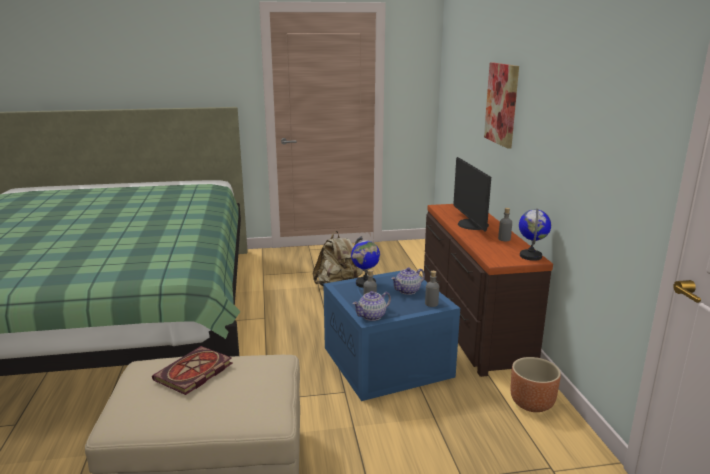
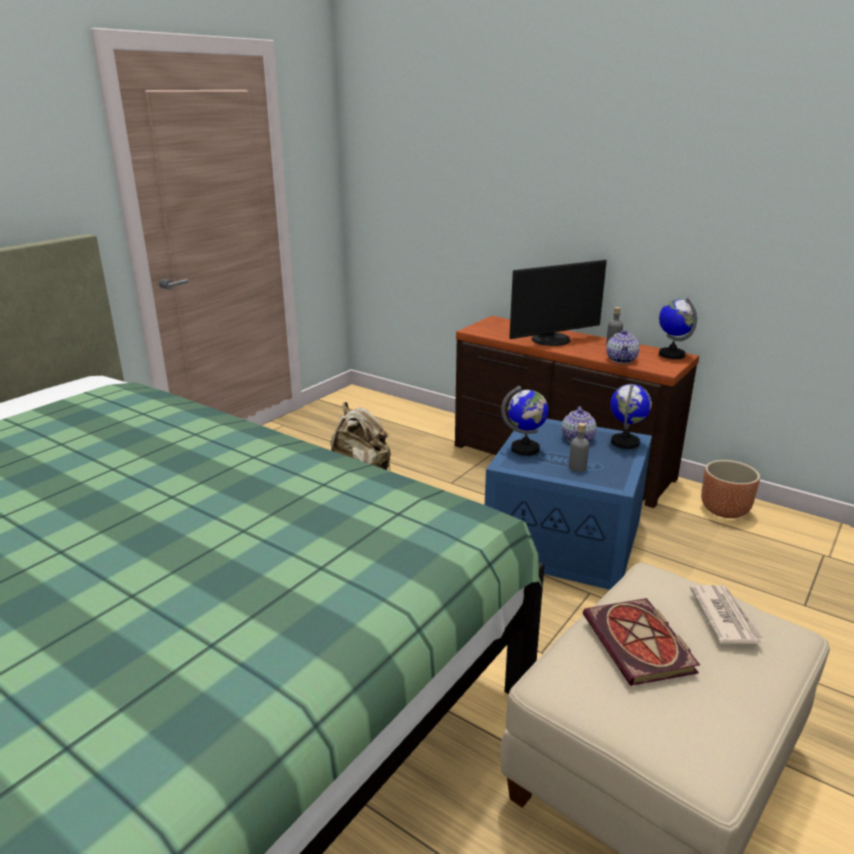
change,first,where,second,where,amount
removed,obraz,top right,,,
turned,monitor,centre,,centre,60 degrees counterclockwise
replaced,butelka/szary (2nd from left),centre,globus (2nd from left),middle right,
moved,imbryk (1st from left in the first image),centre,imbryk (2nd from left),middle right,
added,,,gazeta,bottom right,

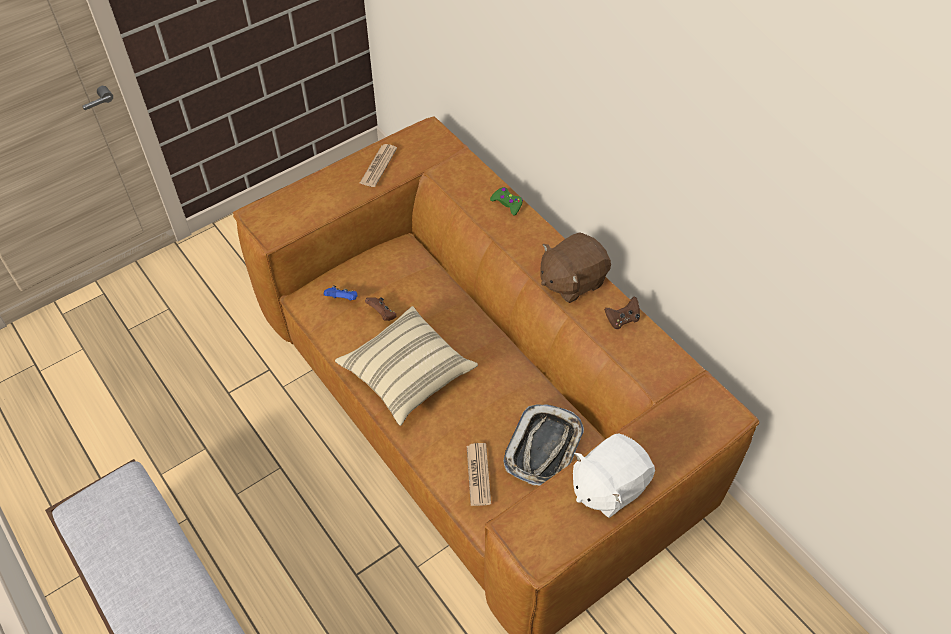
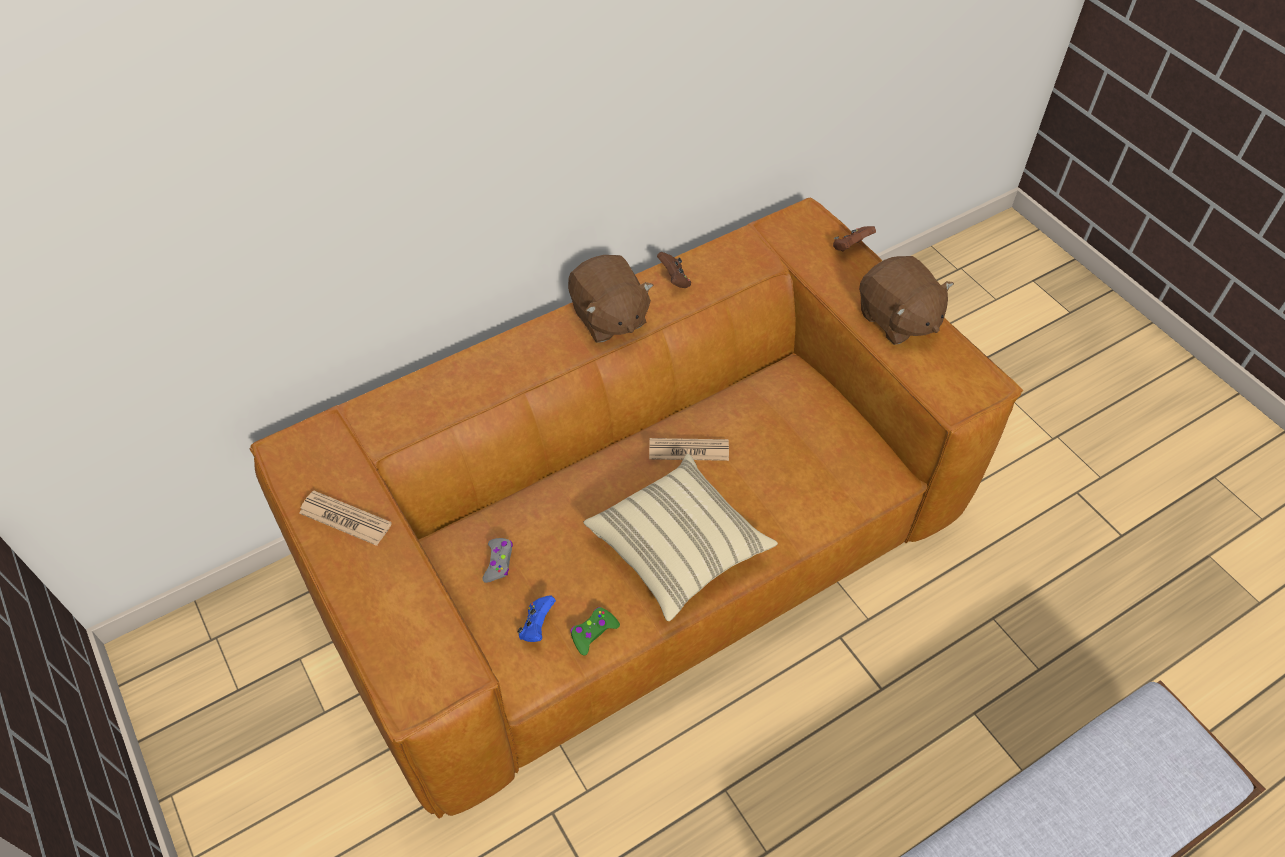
change,first,where,second,where,amount
moved,pad do gier/zielony,top centre,,bottom centre,
moved,pad do gier/brązowy (1st from left in the first image),centre,pad do gier/brązowy (2nd from left),top centre,
removed,taca,bottom centre,,,
recoloured,pluszak/biały,bottom centre,pluszak/brązowy (2nd from left),middle right,
moved,gazeta (2nd from left),bottom centre,,centre,
added,,,pad do gier/szary,centre,

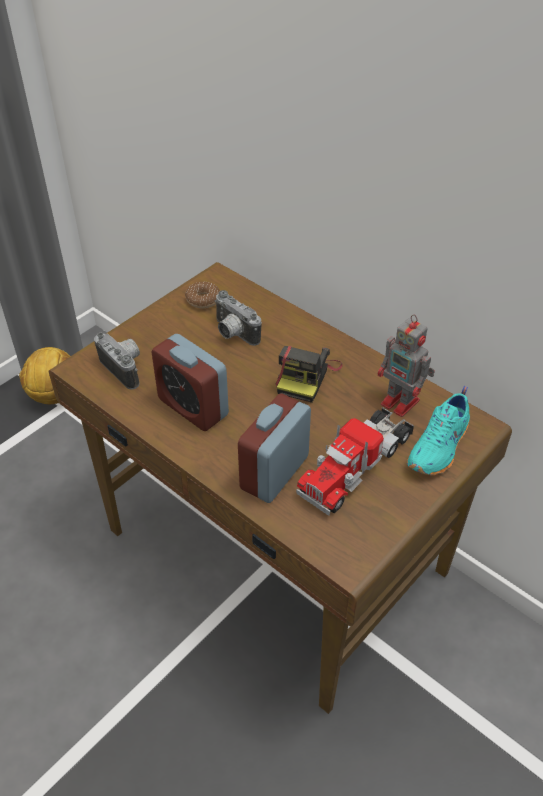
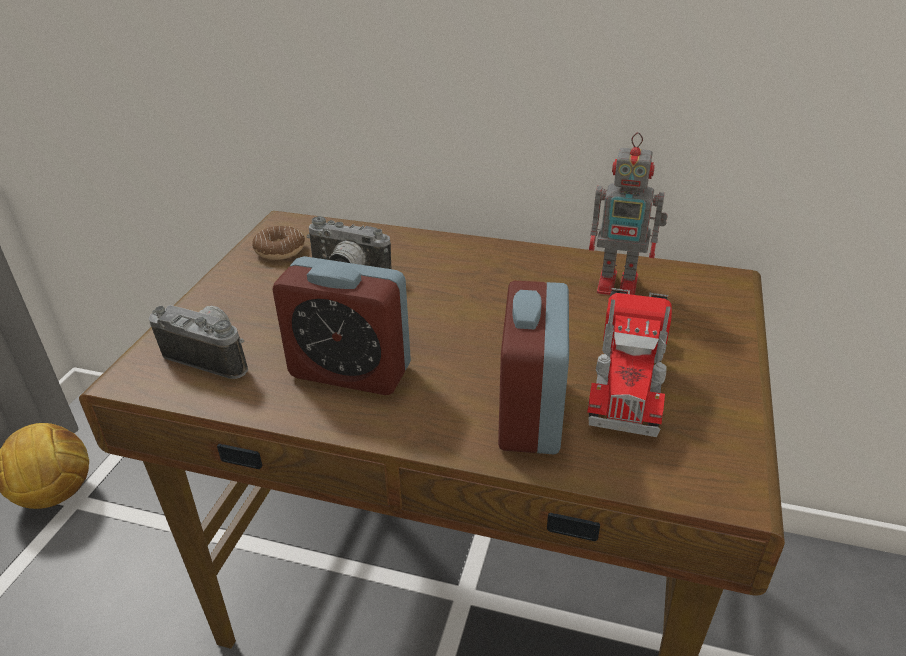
change,first,where,second,where,amount
removed,aparat fotograficzny (3rd from left),centre,,,
removed,but/turkusowy,middle right,,,

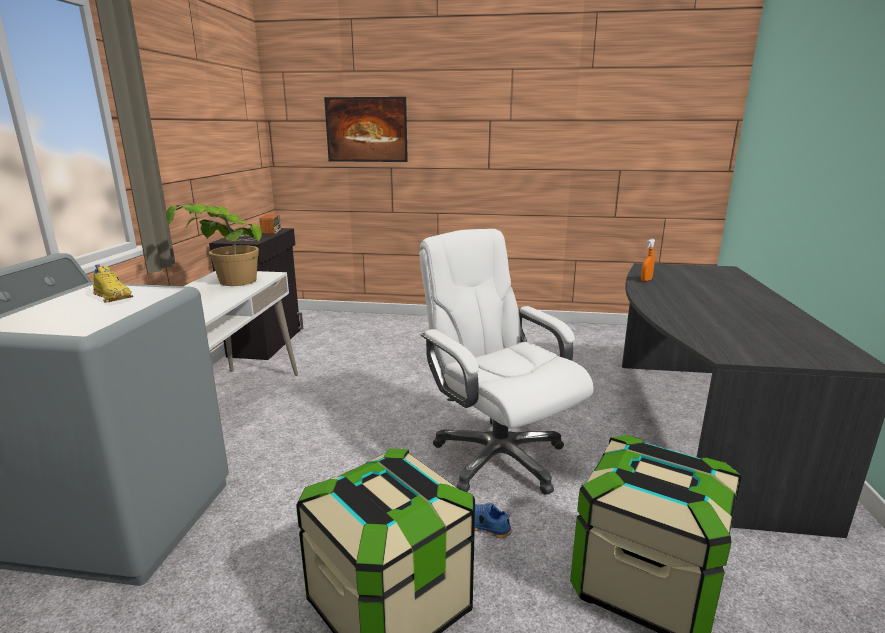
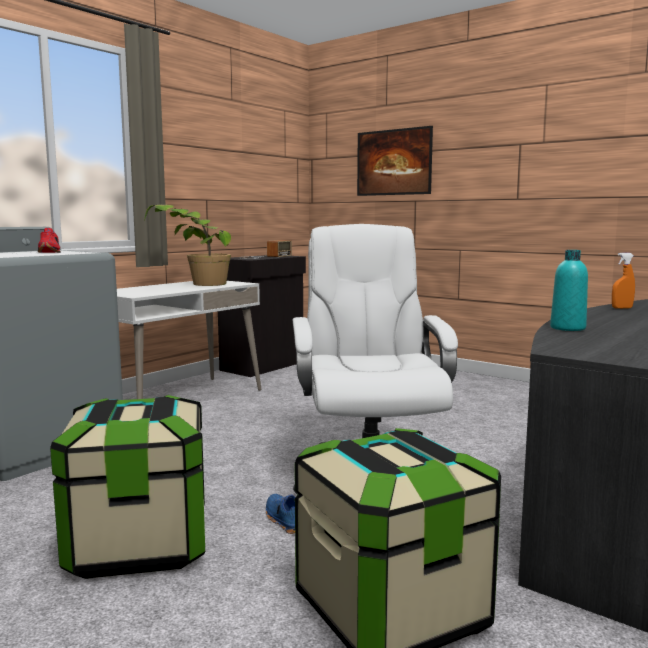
change,first,where,second,where,amount
recoloured,but/żółty,middle left,but/czerwony,middle left,
added,,,butelka/turkusowy,middle right,

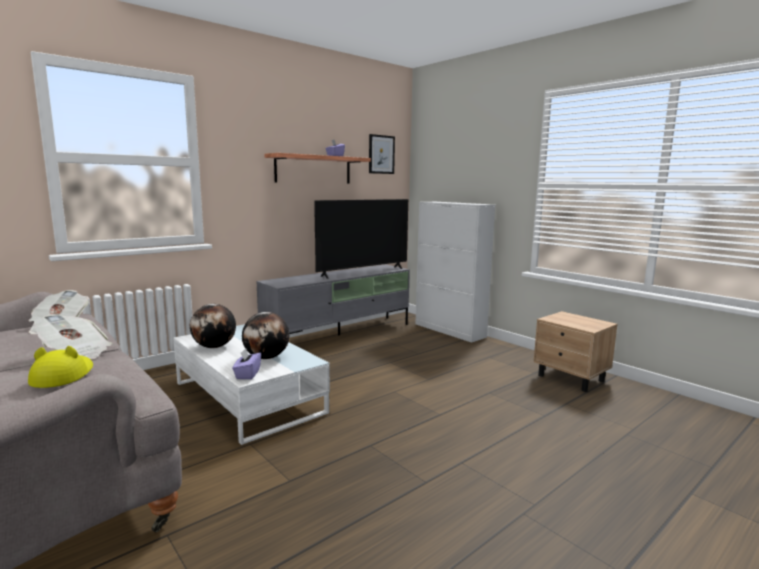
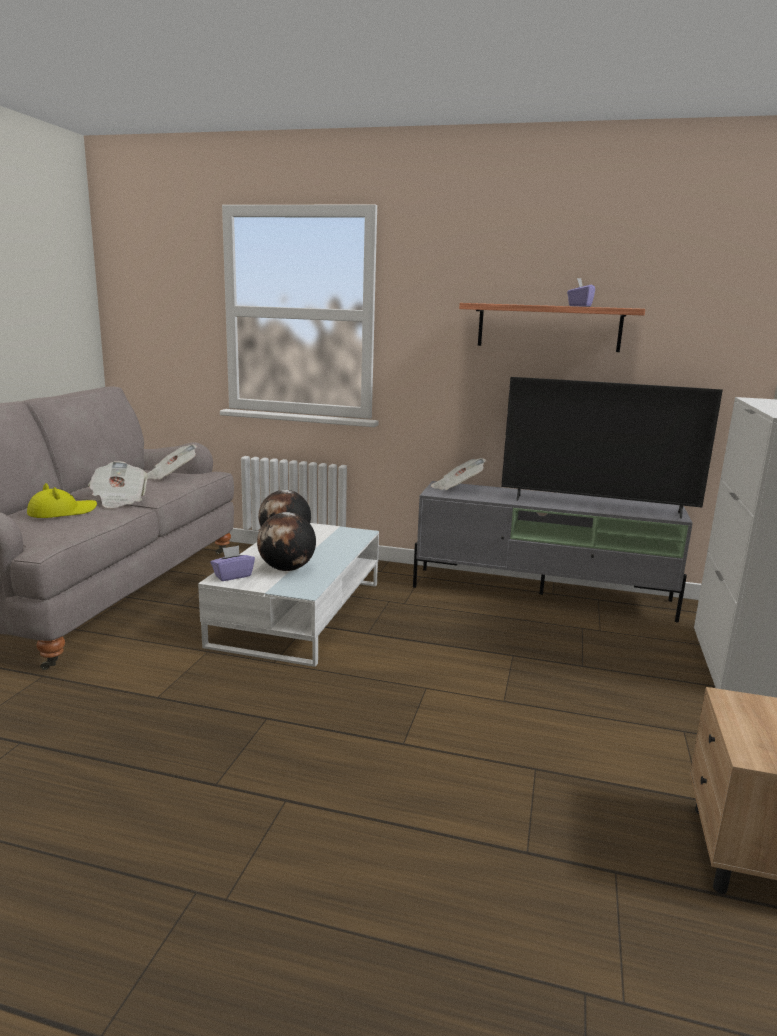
change,first,where,second,where,amount
removed,obraz,top centre,,,
added,,,gazeta (3rd from left),centre,

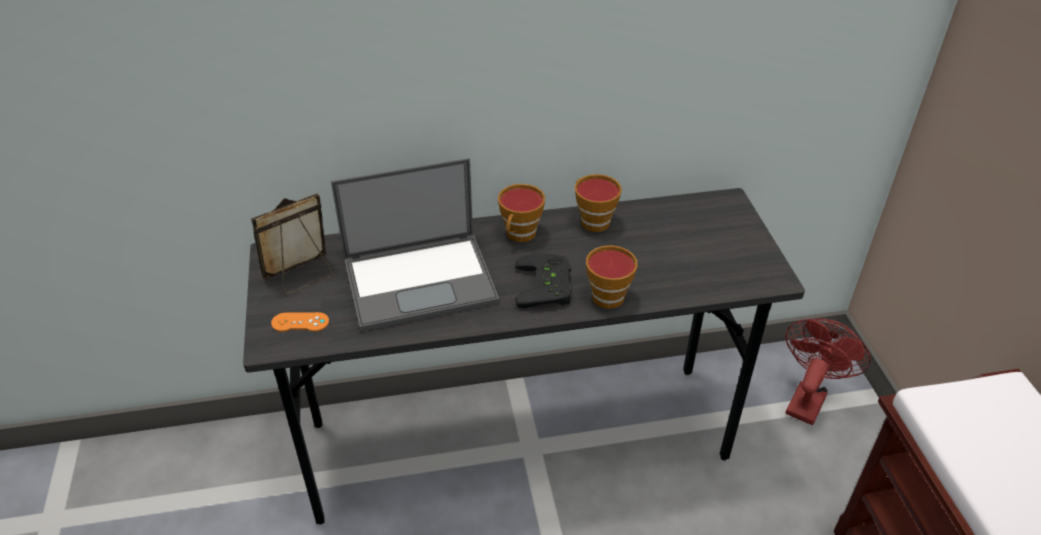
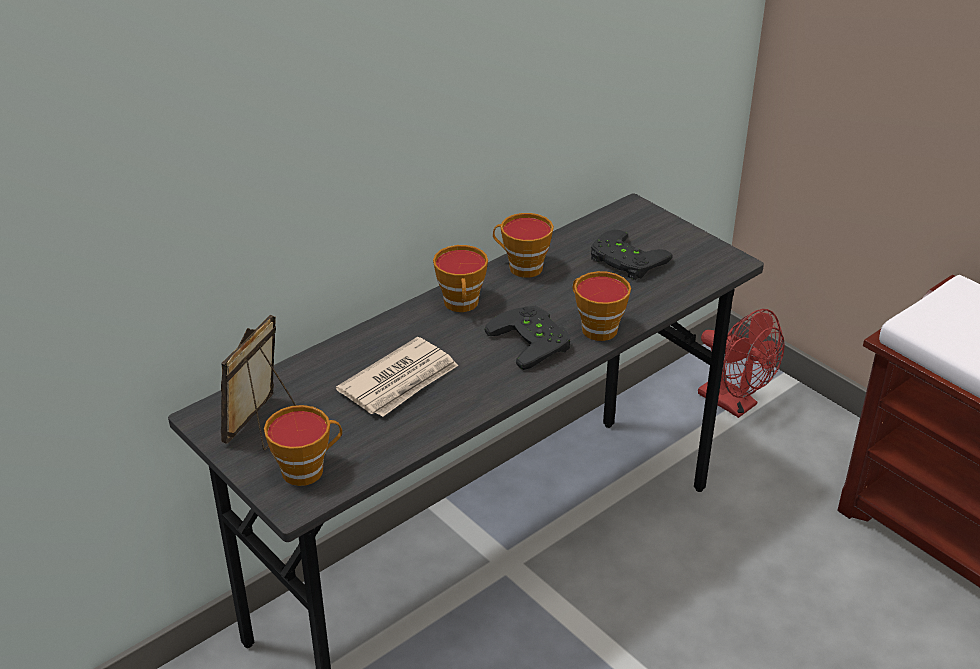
change,first,where,second,where,amount
replaced,laptop,centre,gazeta,centre,
replaced,pad do gier/pomarańczowy,middle left,filiżanka (1st from left),middle left,
turned,wentylator/czerwony,bottom right,,middle right,135 degrees clockwise
added,,,pad do gier/czarny (2nd from left),centre,

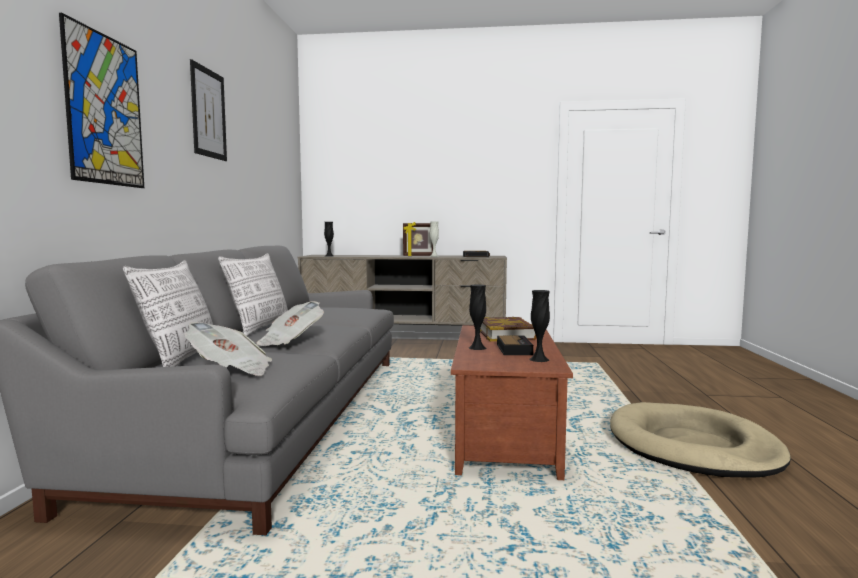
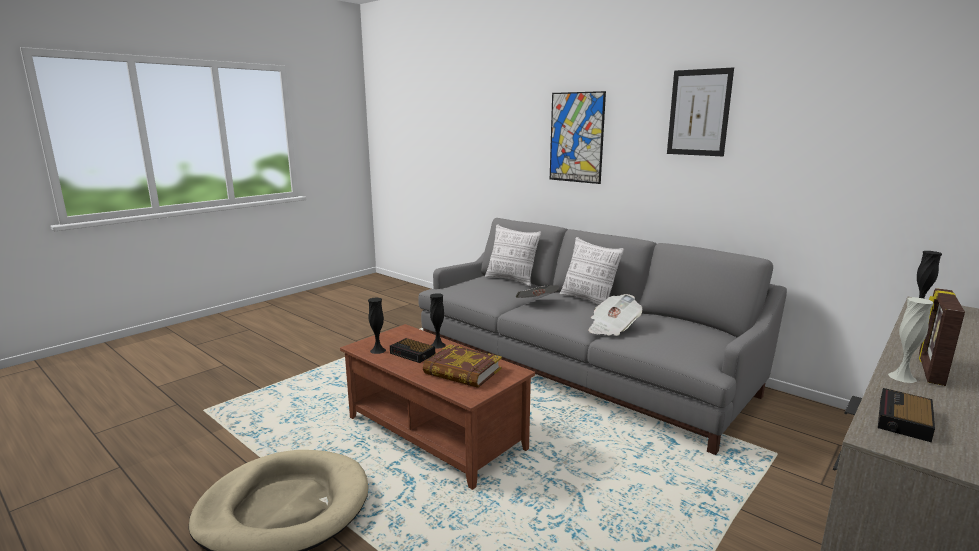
change,first,where,second,where,amount
moved,gazeta (1st from left in the first image),middle left,gazeta (2nd from left),centre,

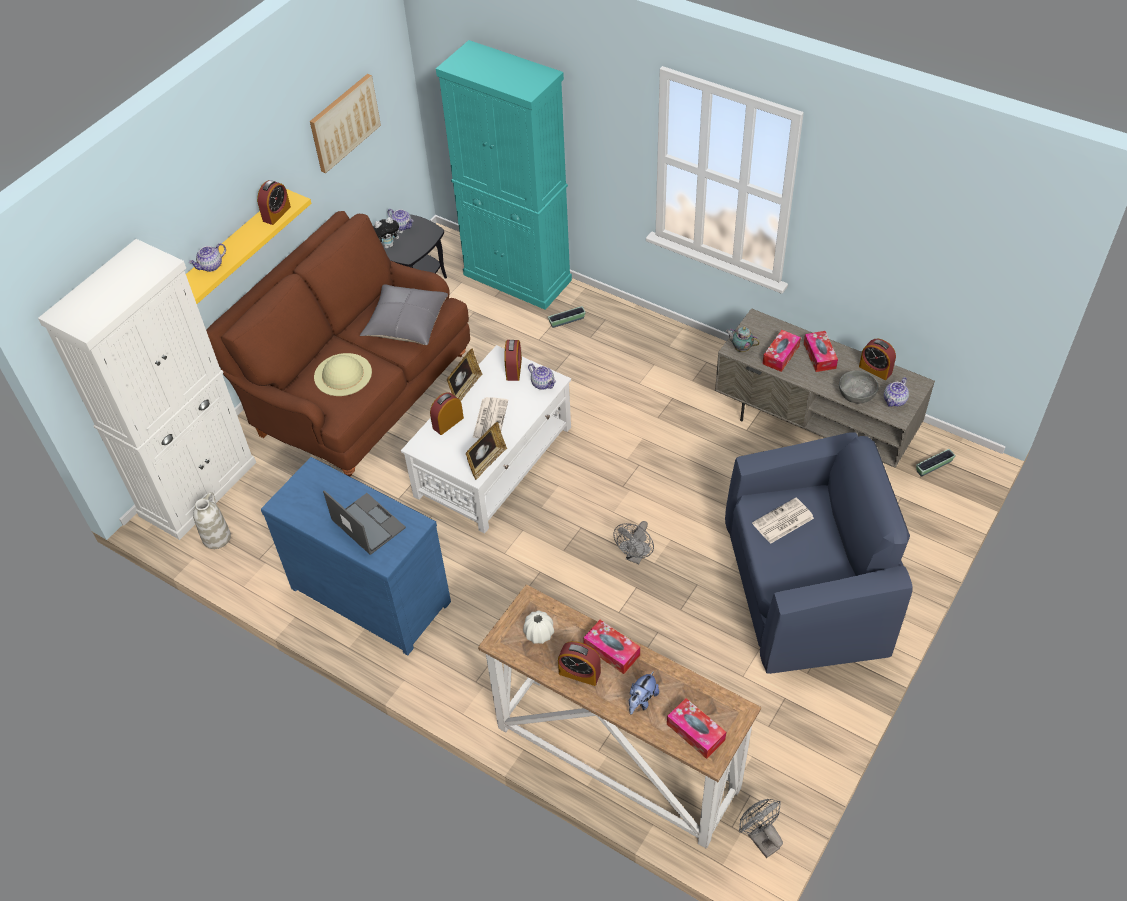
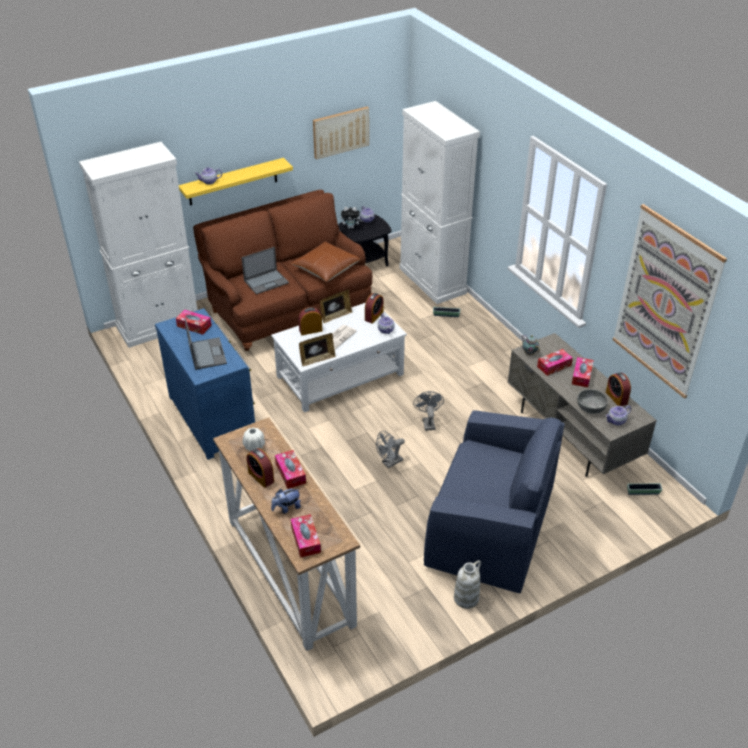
change,first,where,second,where,amount
recoloured,szafka/turkusowy,top centre,szafka/biały (2nd from left),top centre,
removed,budzik (1st from left),top left,,,
recoloured,poduszka/szary,centre,poduszka/brązowy,centre,
replaced,kapelusz/beżowy,middle left,laptop (2nd from left),centre,
moved,wazon/biały (1st from left in the first image),middle left,wazon/biały (2nd from left),bottom centre,
removed,gazeta (2nd from left),middle right,,,
moved,wentylator/szary (2nd from left),bottom right,,centre,
added,,,obraz (2nd from left),middle right,
added,,,pudełko chusteczek (1st from left),middle left,

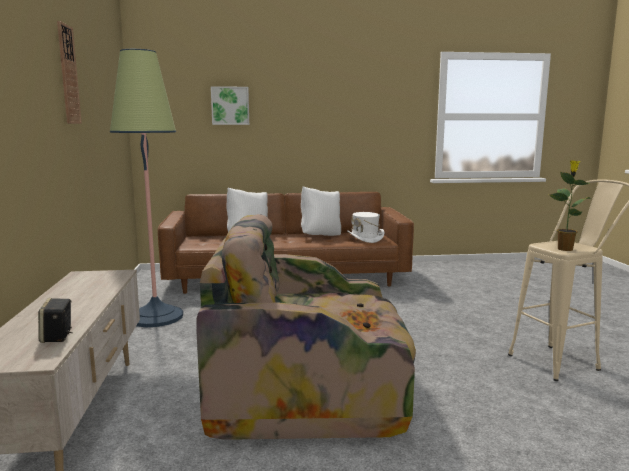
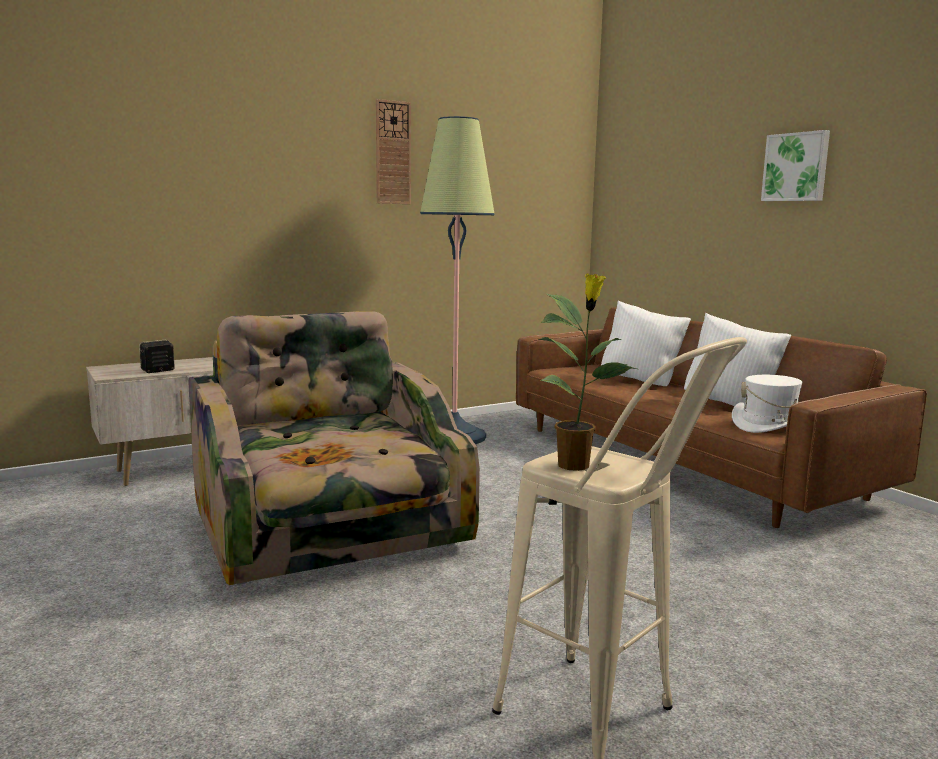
change,first,where,second,where,amount
moved,obraz,top centre,,top right,

